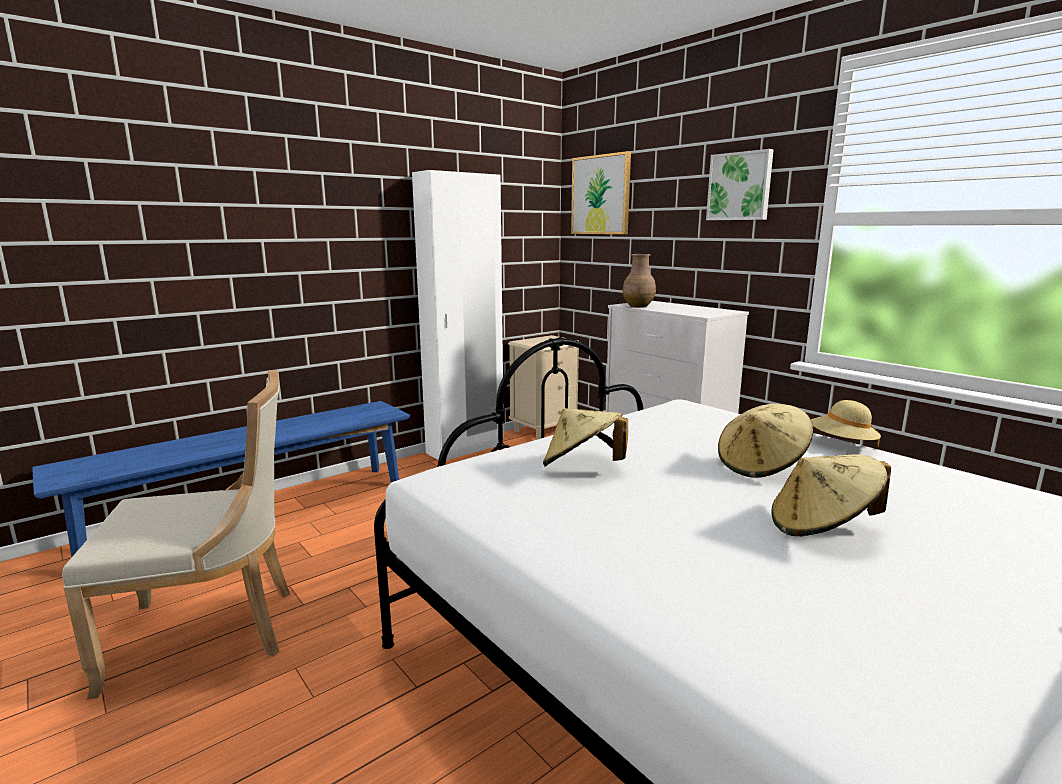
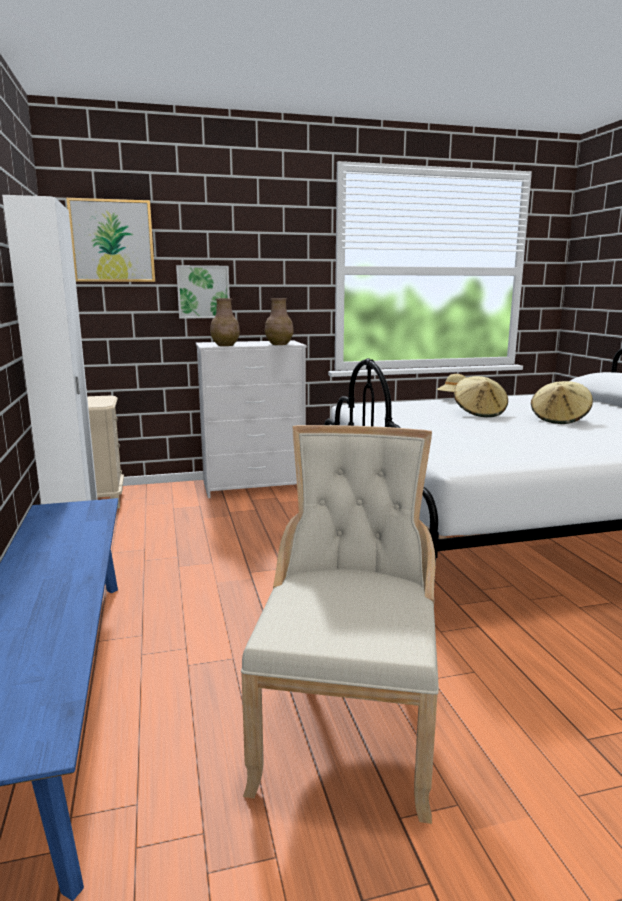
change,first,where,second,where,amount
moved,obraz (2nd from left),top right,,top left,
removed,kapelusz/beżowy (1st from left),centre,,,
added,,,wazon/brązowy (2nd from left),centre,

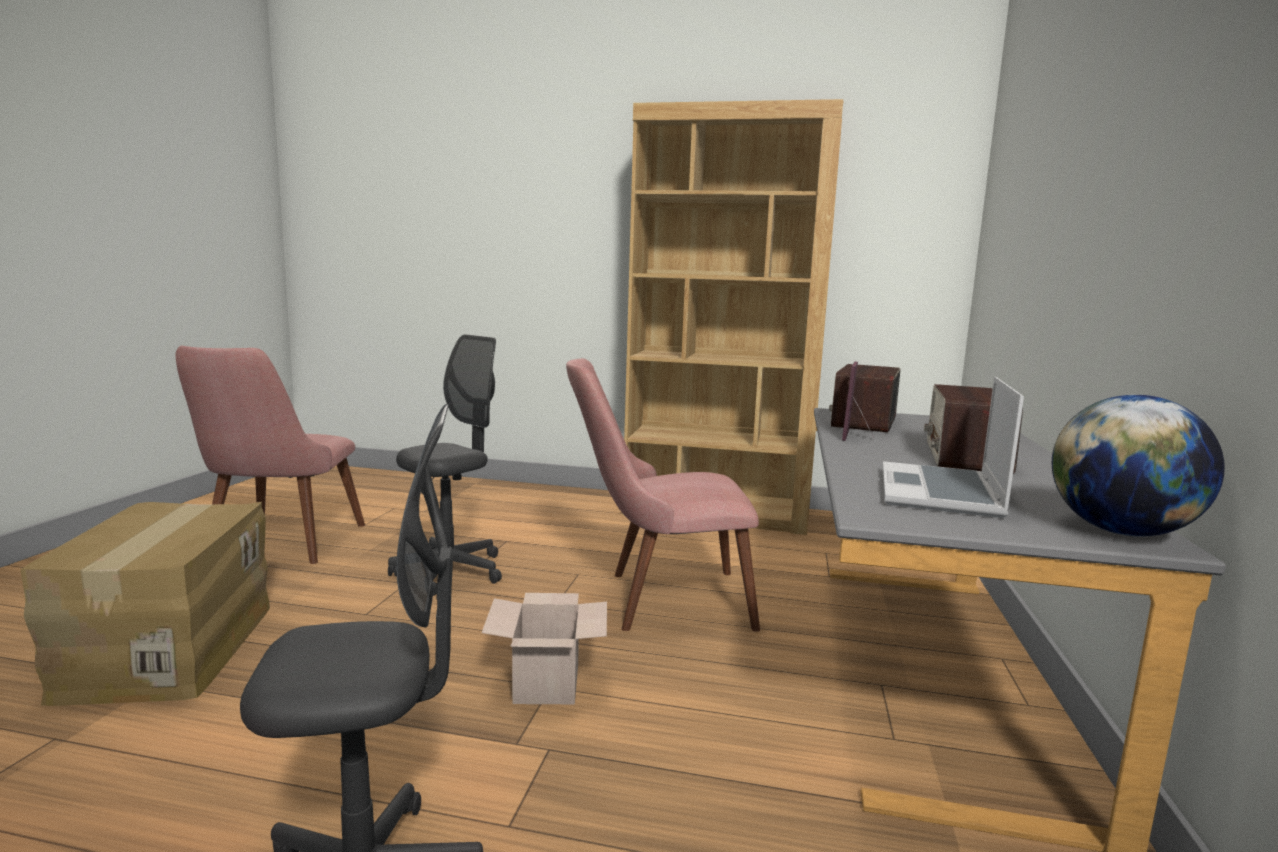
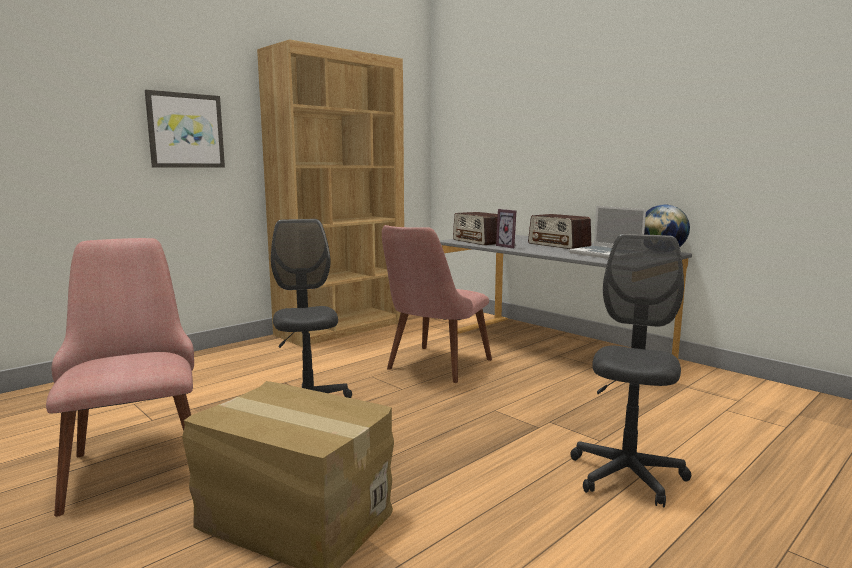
change,first,where,second,where,amount
turned,krzesło/różowy (1st from left),middle left,,middle left,150 degrees counterclockwise
removed,karton (2nd from left),bottom centre,,,
added,,,obraz,top left,

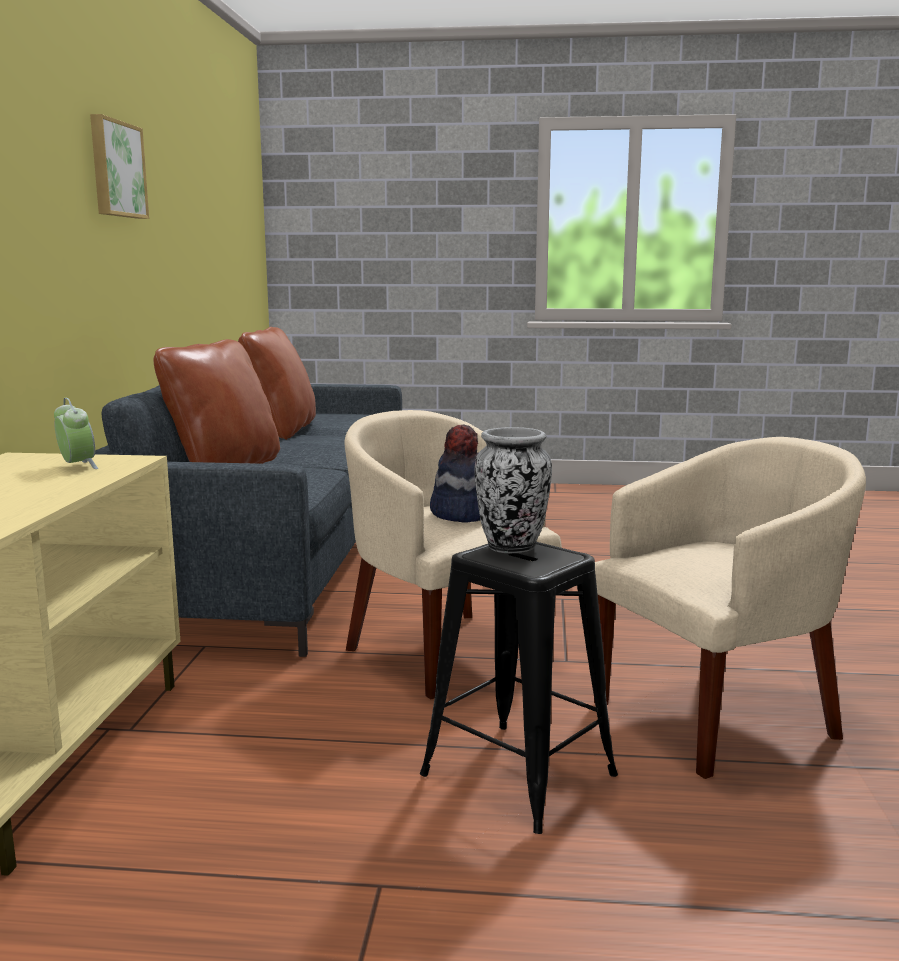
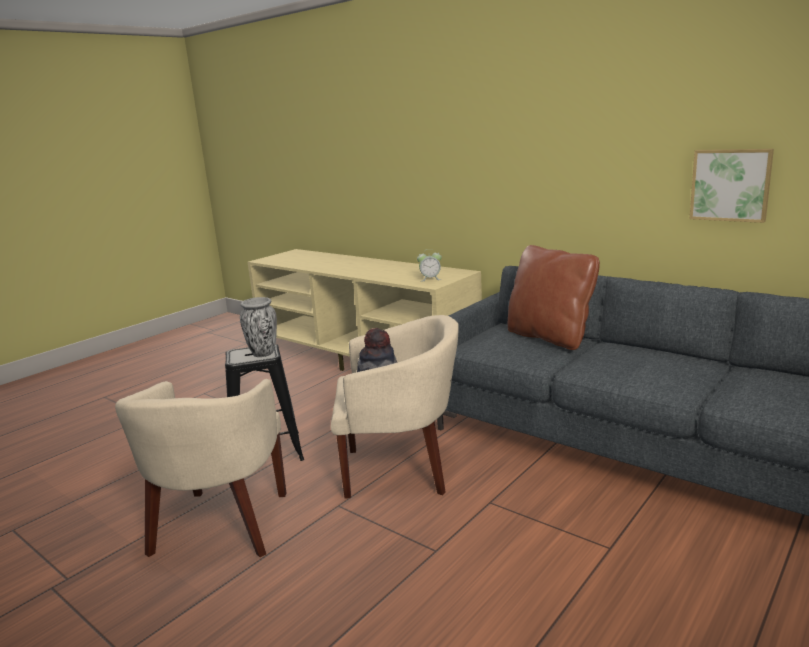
change,first,where,second,where,amount
moved,obraz,top left,,top right,
removed,poduszka/brązowy (2nd from left),middle left,,,

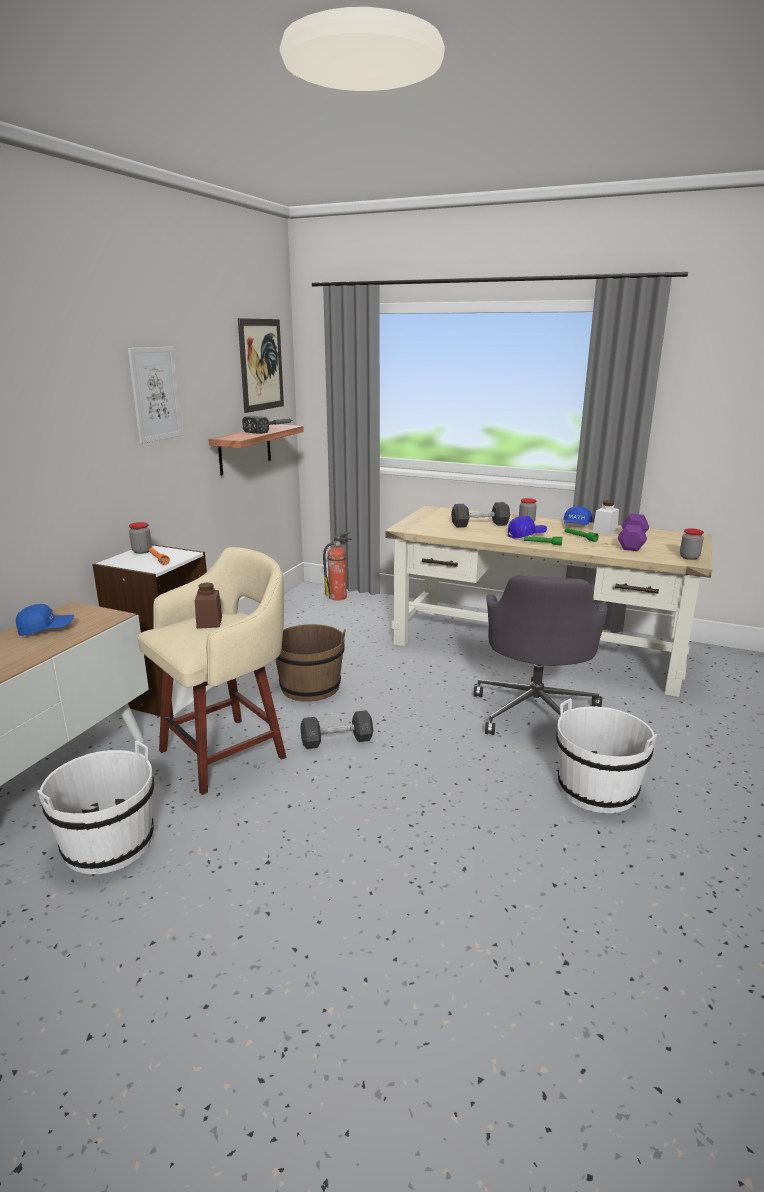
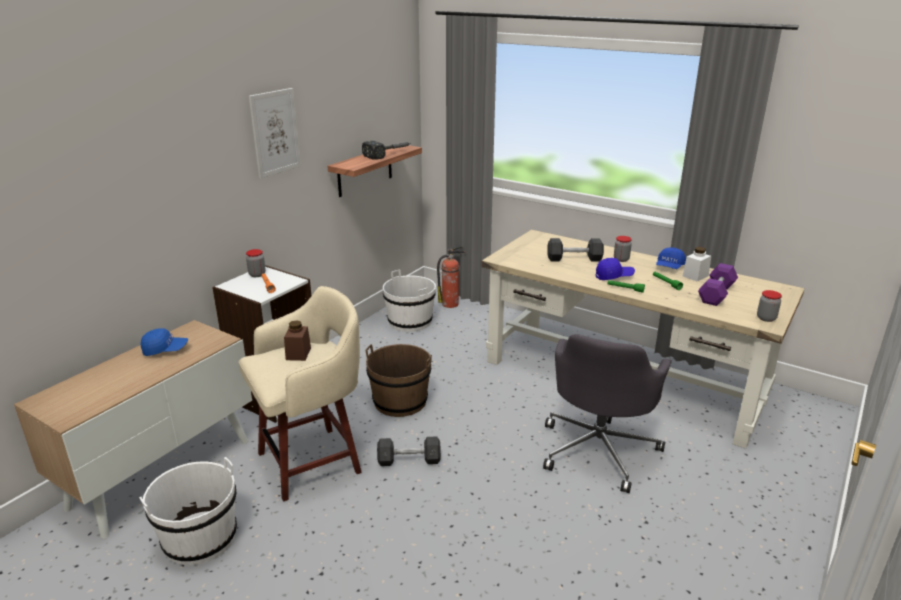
change,first,where,second,where,amount
removed,obraz (2nd from left),top centre,,,
moved,wiadro/biały (2nd from left),middle right,,centre,

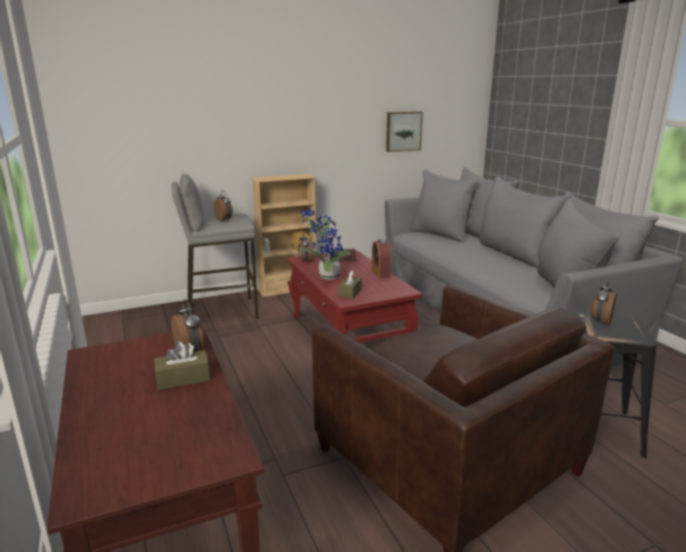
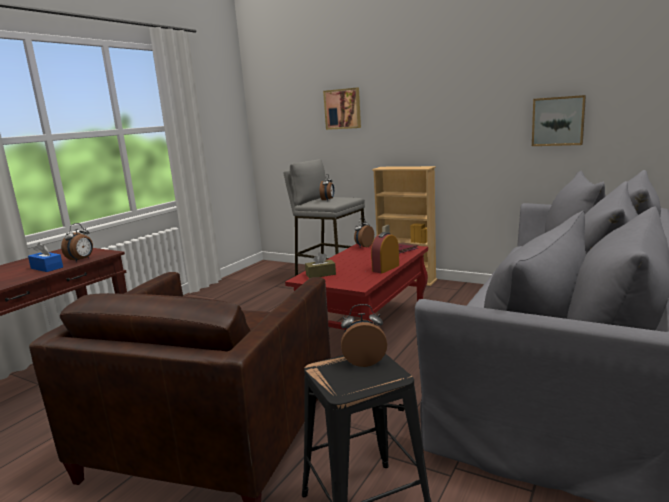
change,first,where,second,where,amount
removed,roślina doniczkowa,centre,,,
recoloured,pudełko chusteczek/brązowy (1st from left),middle left,pudełko chusteczek/niebieski,middle left,
added,,,obraz (1st from left),top centre,

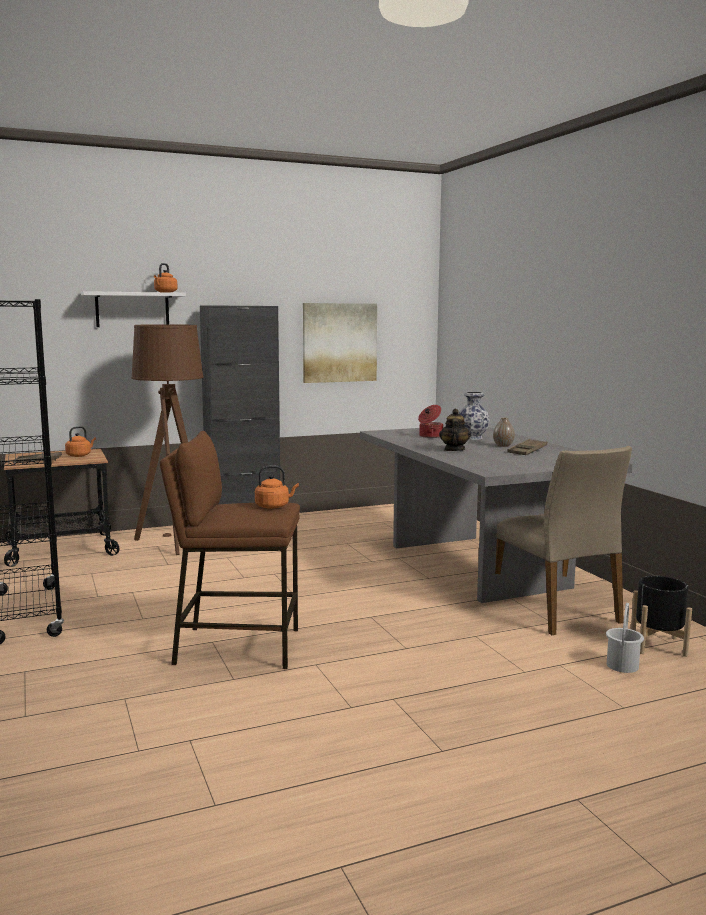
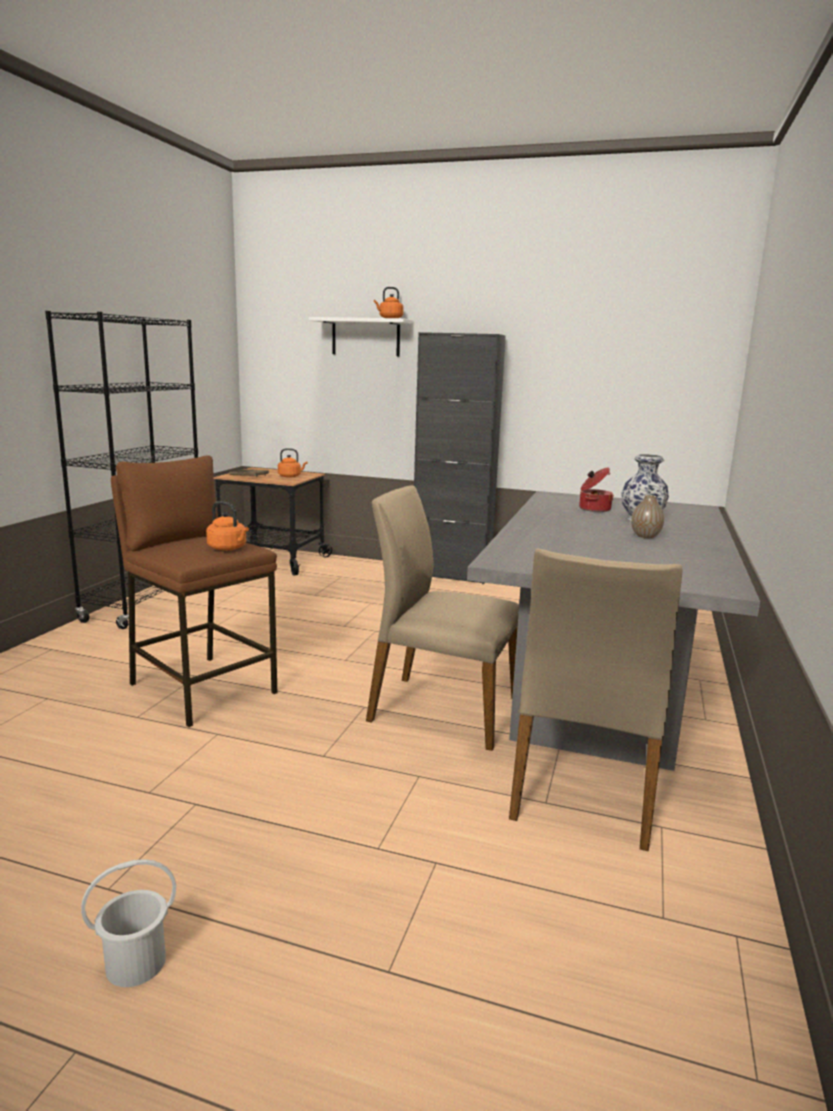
change,first,where,second,where,amount
removed,obraz,centre,,,
removed,lampa stojąca/brązowy,middle left,,,
removed,imbryk,centre,,,
removed,taca/brązowy (2nd from left),middle right,,,
removed,donica/czarny,bottom right,,,
moved,wiadro/biały,bottom right,,bottom left,
added,,,krzesło/beżowy (1st from left),centre,

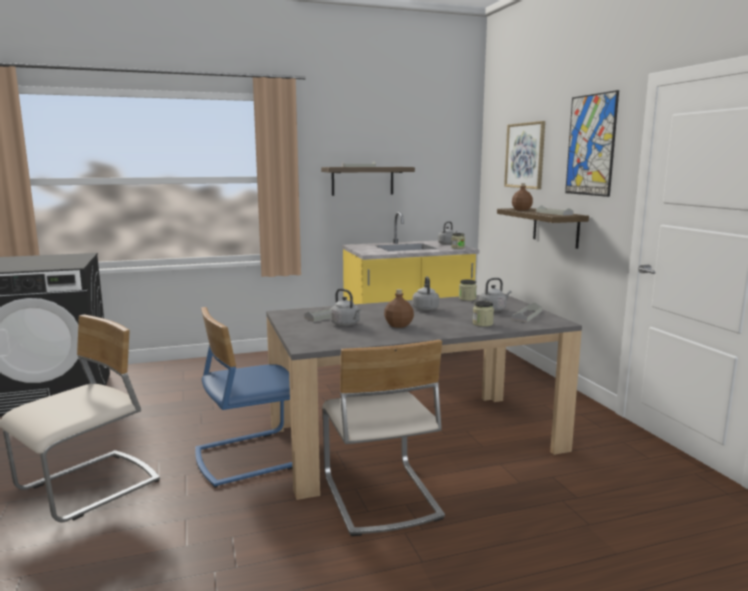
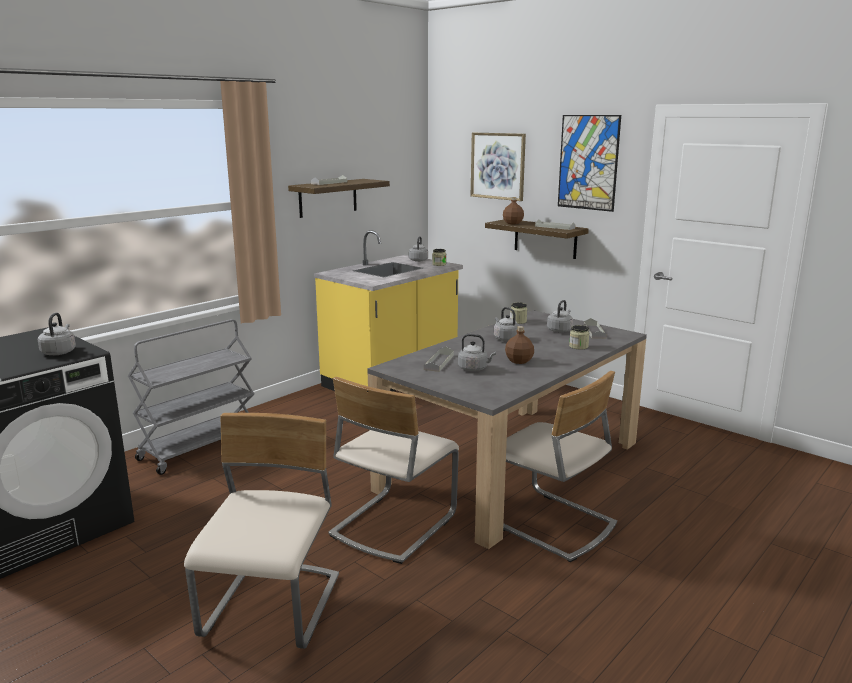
change,first,where,second,where,amount
recoloured,krzesło/niebieski,bottom left,krzesło/beżowy (2nd from left),bottom centre,
added,,,czajnik/szary (1st from left),middle left,
added,,,wózek/szary,middle left,

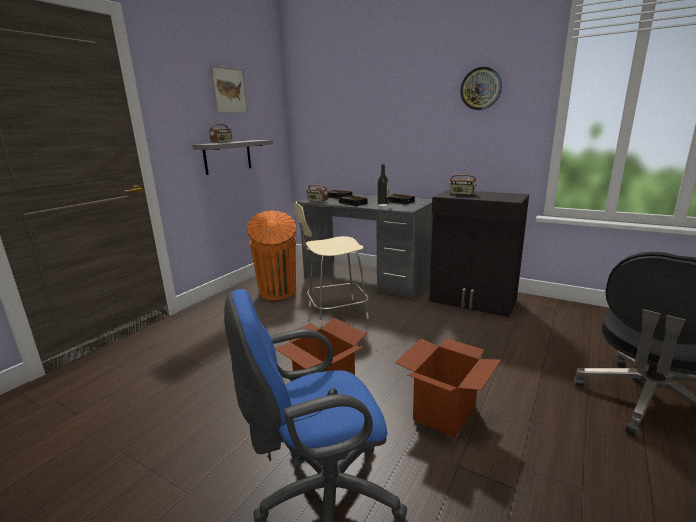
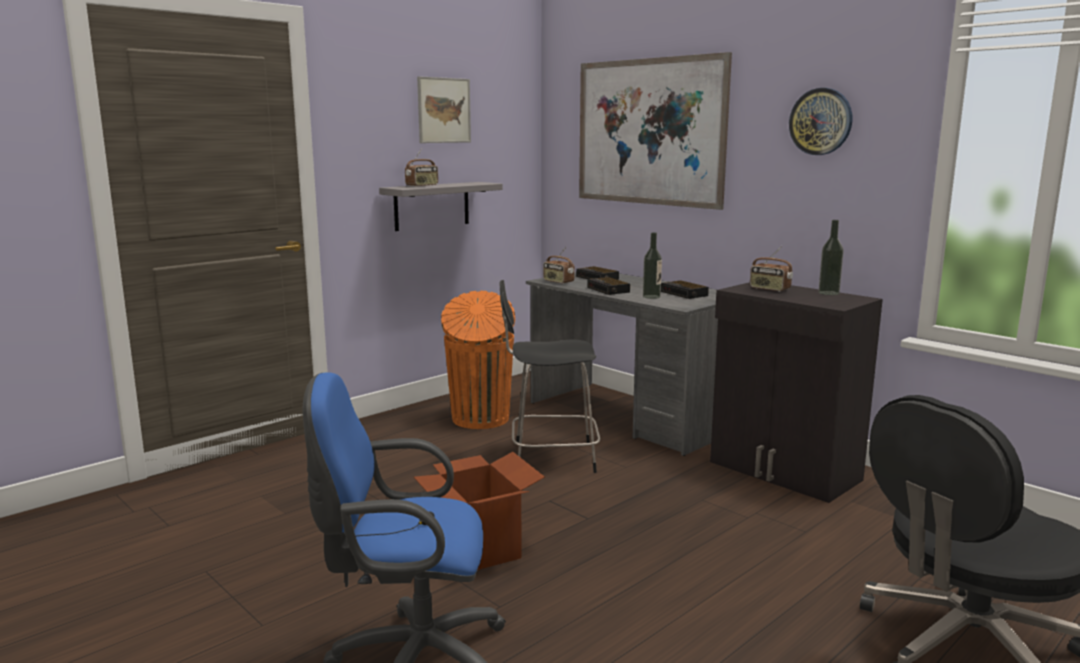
change,first,where,second,where,amount
recoloured,krzesło/beżowy,centre,krzesło/czarny,centre,
removed,karton (2nd from left),bottom centre,,,
added,,,obraz (2nd from left),top centre,
added,,,butelka (2nd from left),middle right,

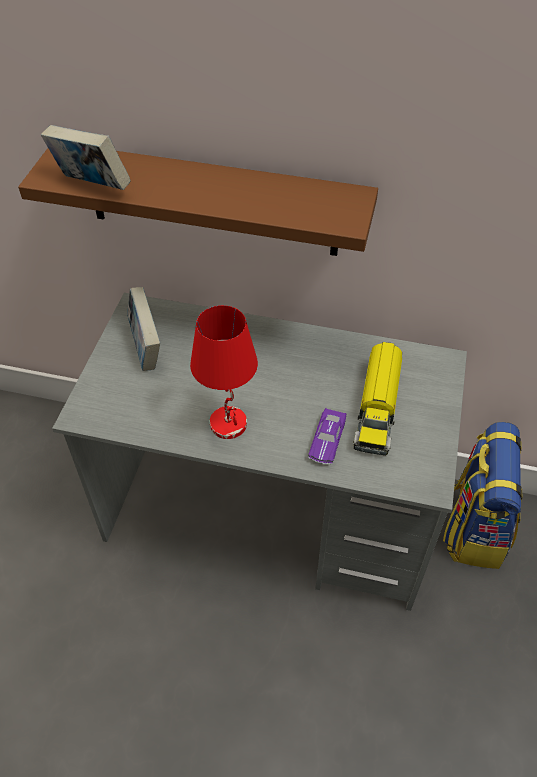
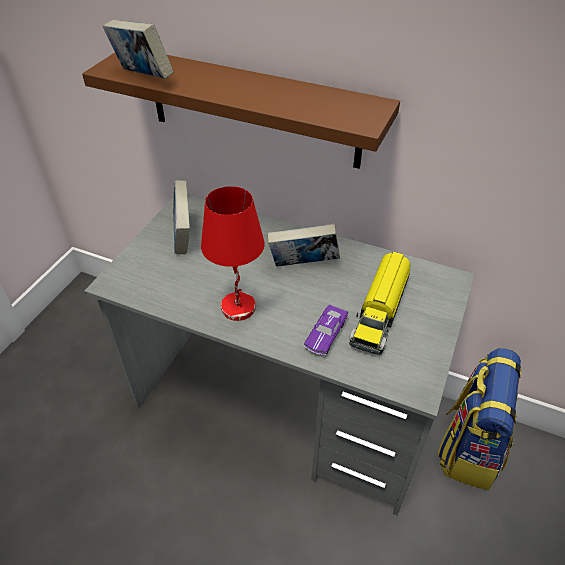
change,first,where,second,where,amount
added,,,książka (3rd from left),centre,

